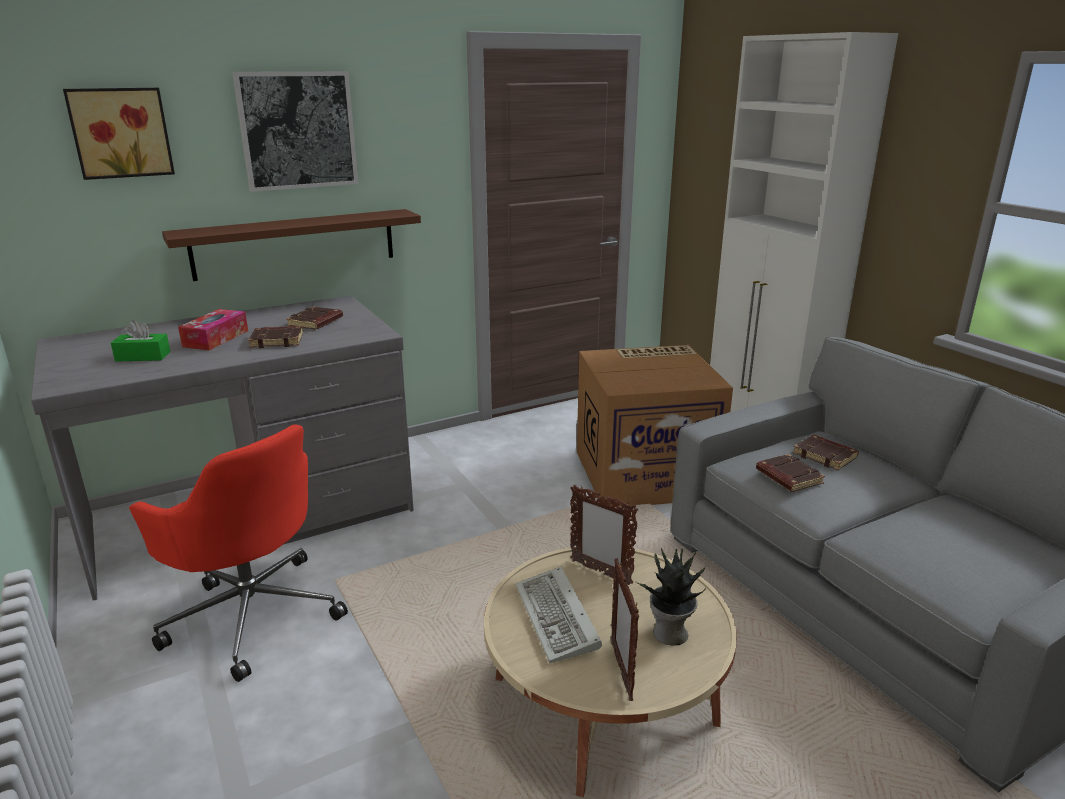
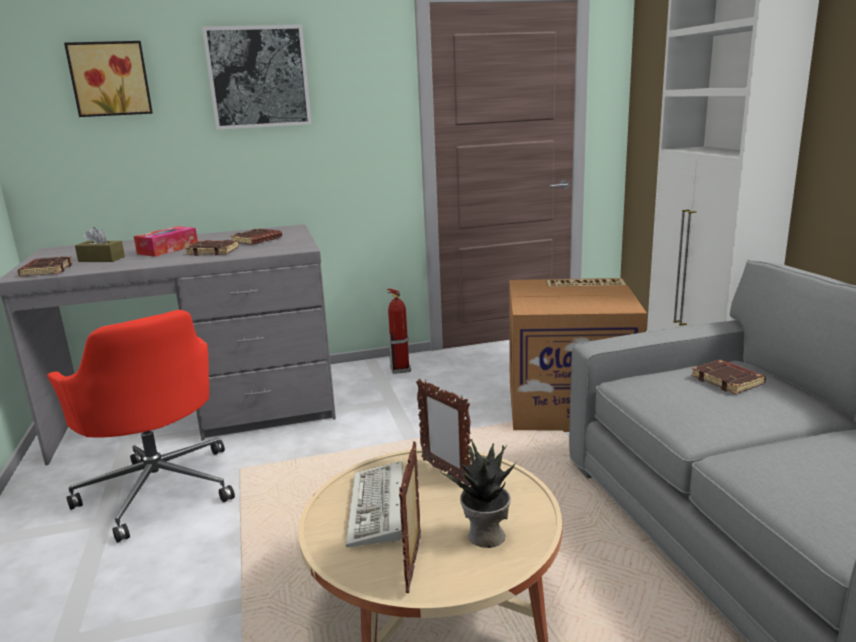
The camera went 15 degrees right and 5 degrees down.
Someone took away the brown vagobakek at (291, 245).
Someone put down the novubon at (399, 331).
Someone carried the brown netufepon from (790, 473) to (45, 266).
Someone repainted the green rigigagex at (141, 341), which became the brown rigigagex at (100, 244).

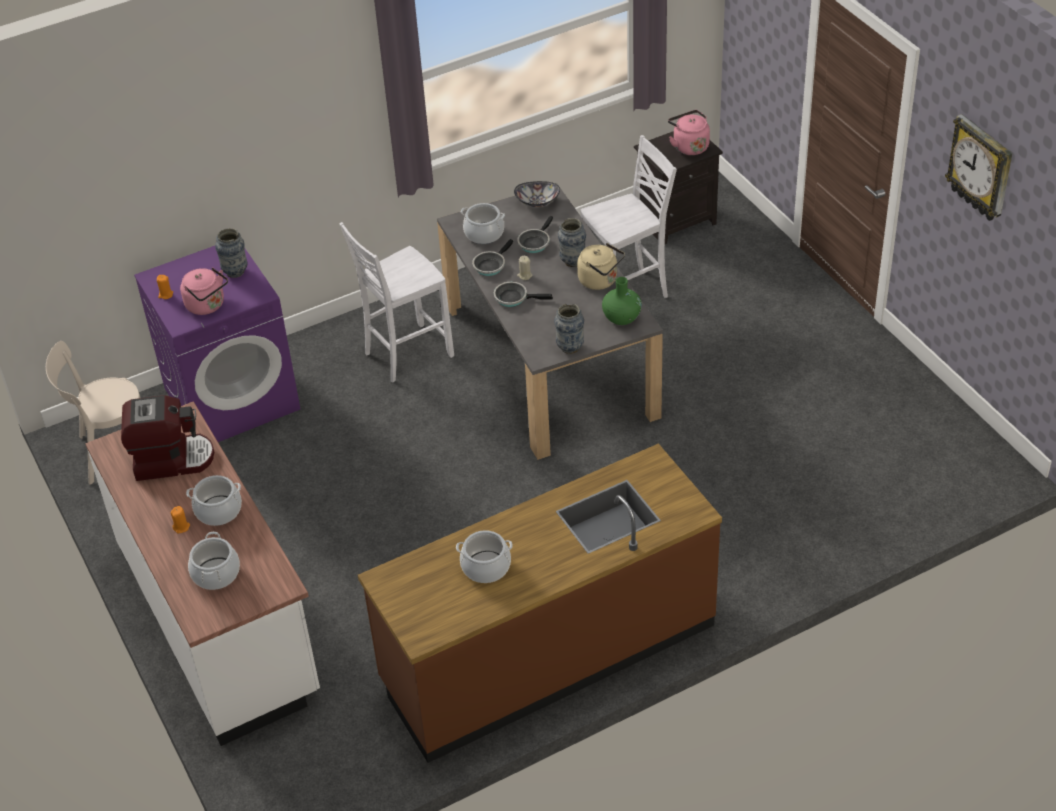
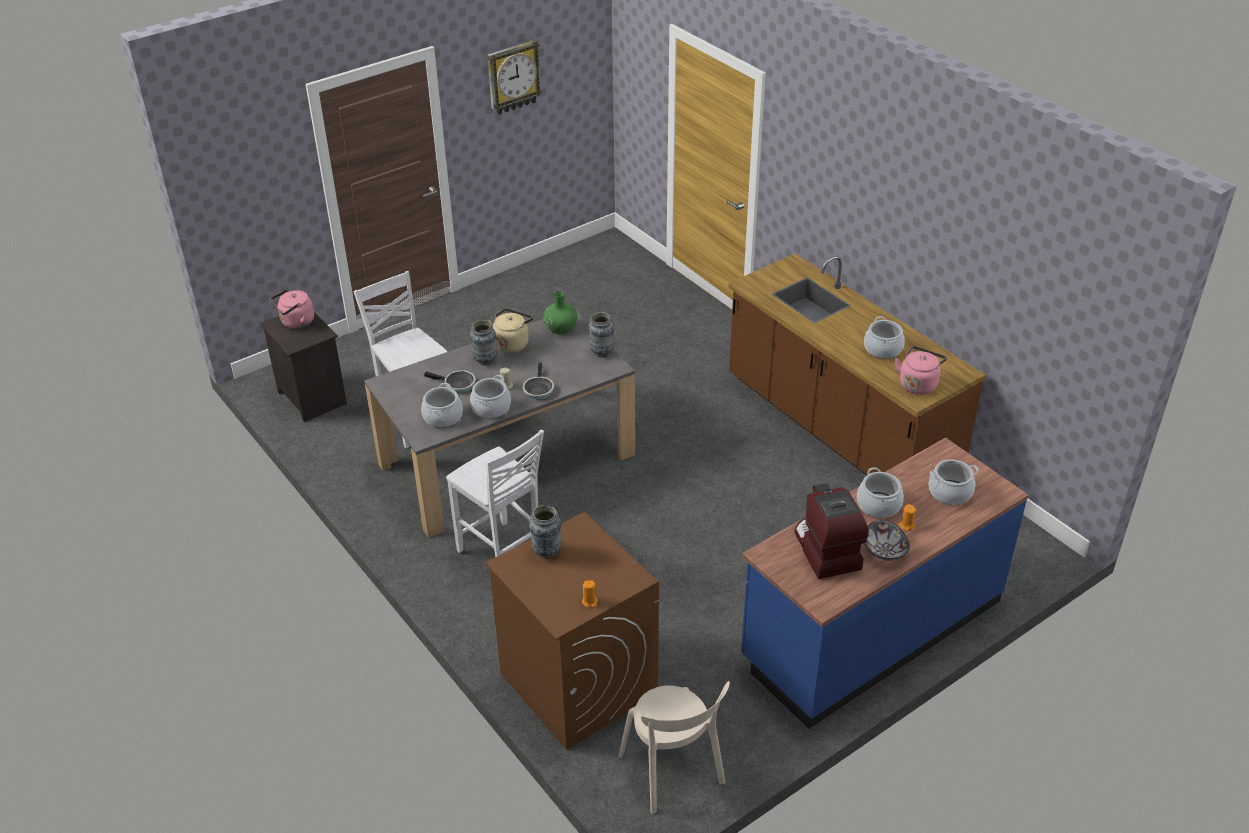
The camera went 100 degrees left and 5 degrees down.
Someone carried the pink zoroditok from (204, 291) to (921, 370).
Someone carried the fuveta from (537, 194) to (887, 540).
Someone swapped the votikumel at (492, 257) for the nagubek at (490, 396).
Someone repainted the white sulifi at (203, 574), which became the blue sulifi at (884, 583).
Someone repainted the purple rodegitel at (217, 344), which became the brown rodegitel at (572, 631).

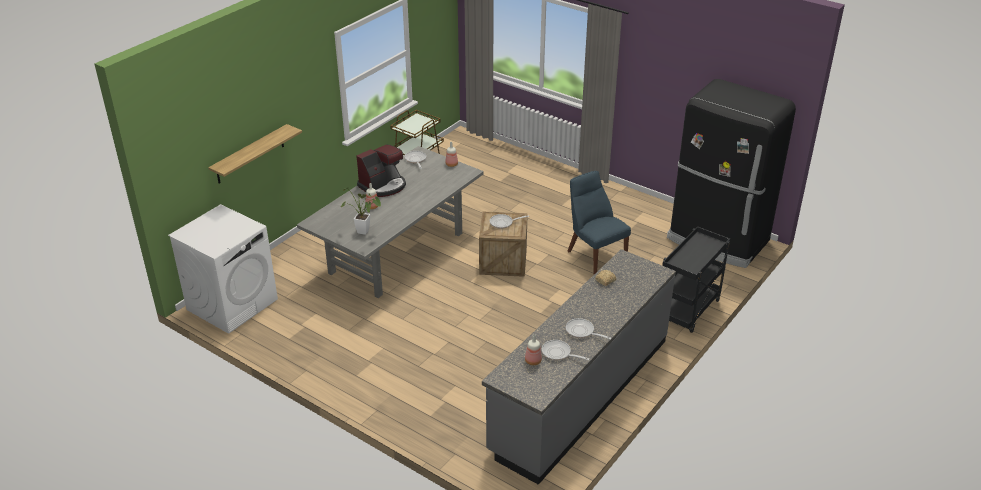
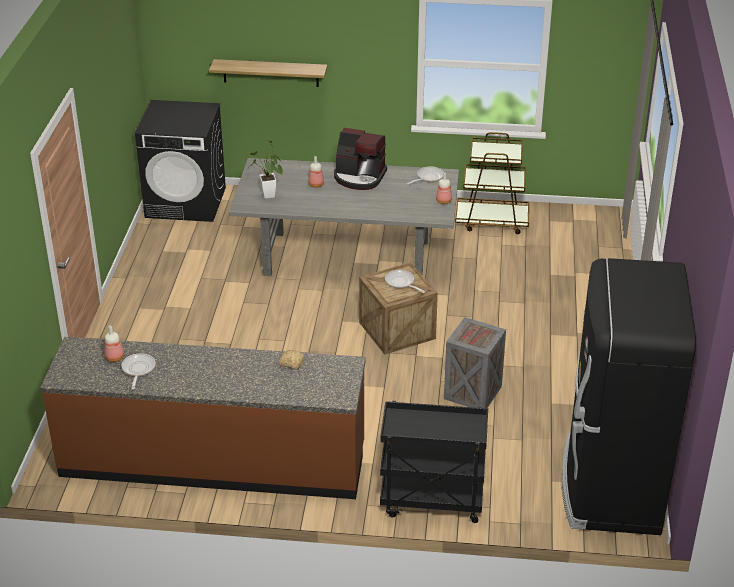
The camera went 60 degrees right and 0 degrees up.
Someone took away the votikumel at (589, 329).
Someone swapped the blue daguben at (599, 222) for the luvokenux at (475, 362).
Someone repainted the white rodegitel at (223, 269), which became the black rodegitel at (180, 161).
Someone repainted the grey sulifi at (579, 367), which became the brown sulifi at (203, 418).

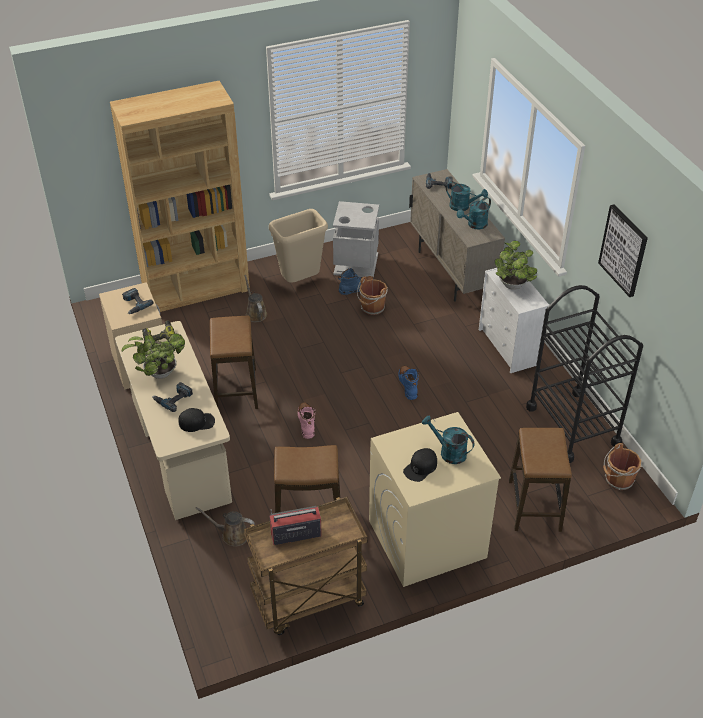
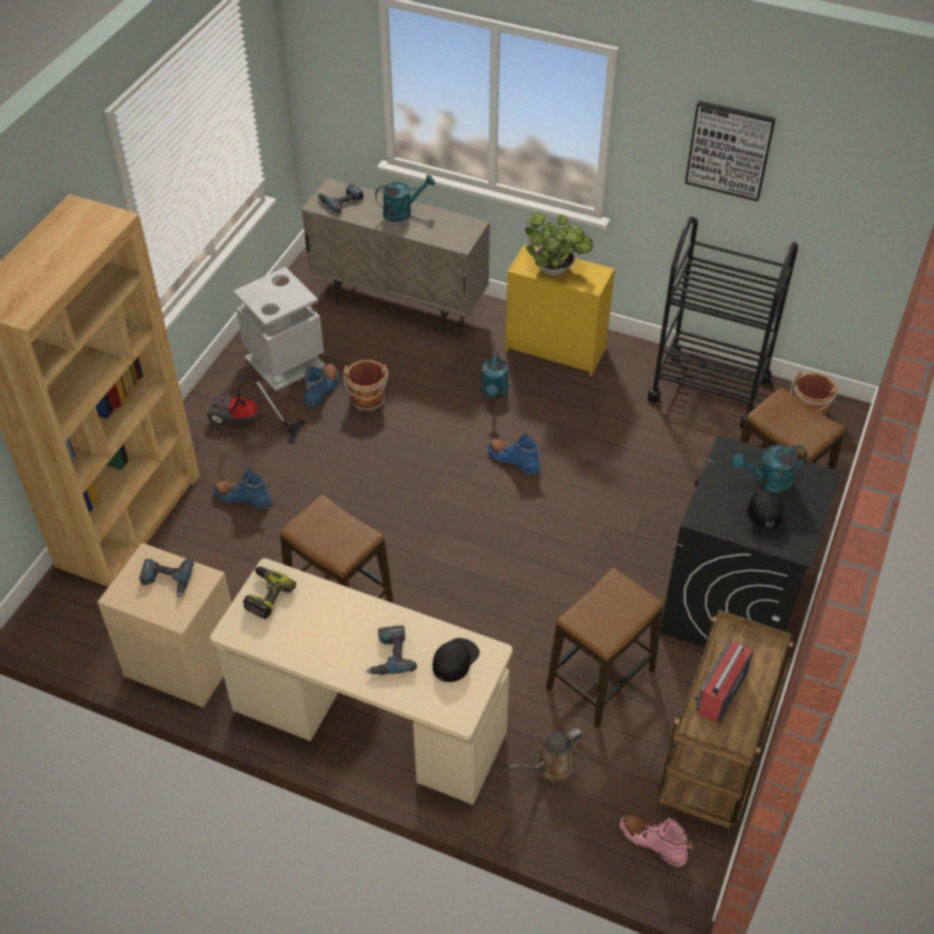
The camera went 45 degrees left and 5 degrees up.
Someone took away the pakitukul at (153, 356).
Someone carried the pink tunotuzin from (306, 420) to (656, 840).
Someone carried the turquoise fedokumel from (474, 213) to (495, 374).
Someone swapped the brown fedokumel at (255, 298) for the blue tunotuzin at (242, 489).
Someone swapped the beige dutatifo at (298, 246) for the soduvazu at (256, 410).
Someone repainted the beige rodegitel at (435, 499), which became the black rodegitel at (751, 541).
Someone repainted the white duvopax at (514, 319), which became the yellow duvopax at (560, 310).

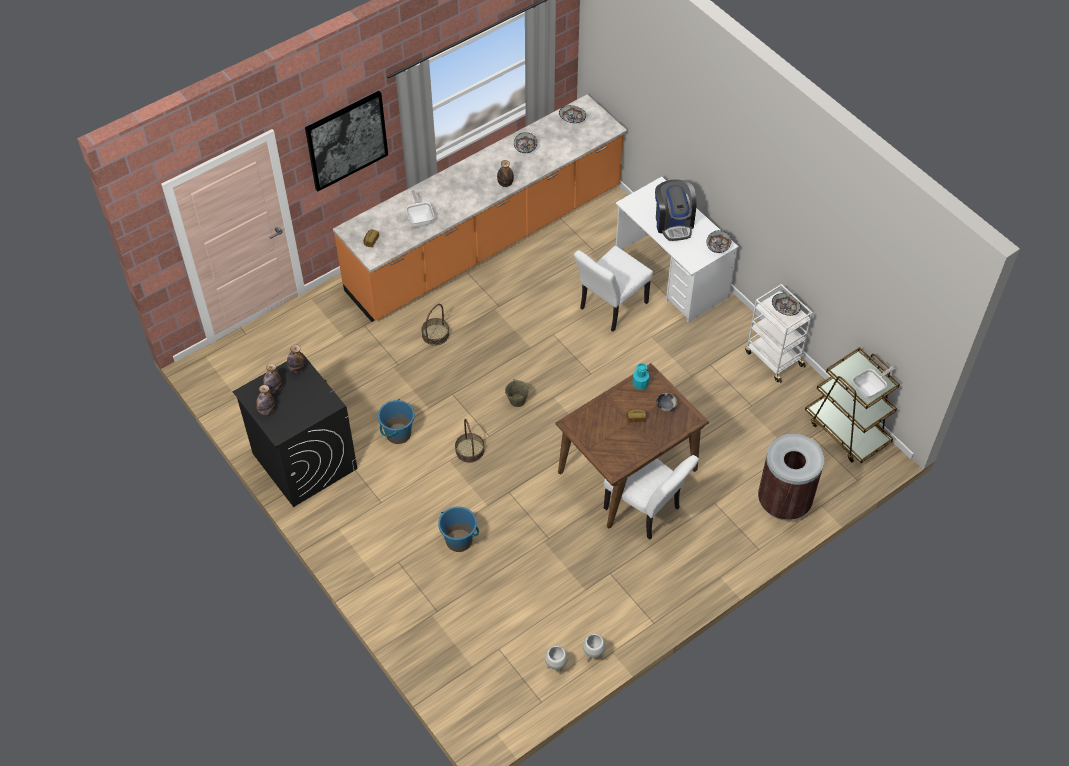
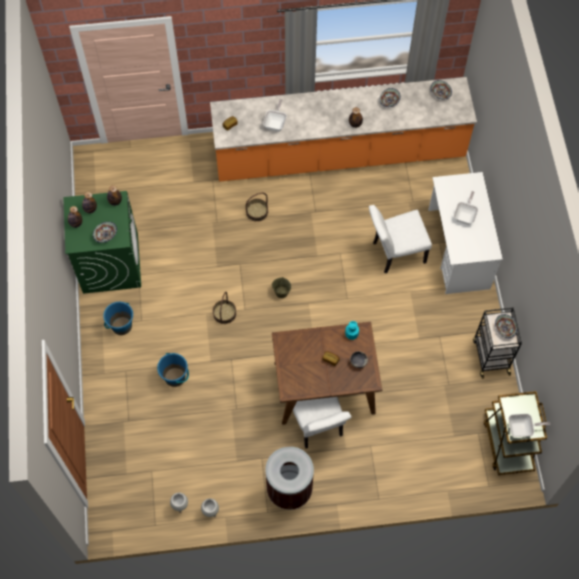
The camera went 30 degrees right and 10 degrees up.
Someone took away the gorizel at (346, 141).
Someone carried the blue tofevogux from (396, 421) to (118, 318).
Someone carried the fuveta from (719, 241) to (105, 232).
Someone carried the brown dutatifo from (791, 477) to (289, 478).
Someone swapped the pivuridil at (676, 210) for the votikumel at (466, 208).
Someone repainted the black rodegitel at (295, 430), which became the green rodegitel at (102, 242).
Someone repainted the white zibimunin at (779, 333), which became the black zibimunin at (497, 343).

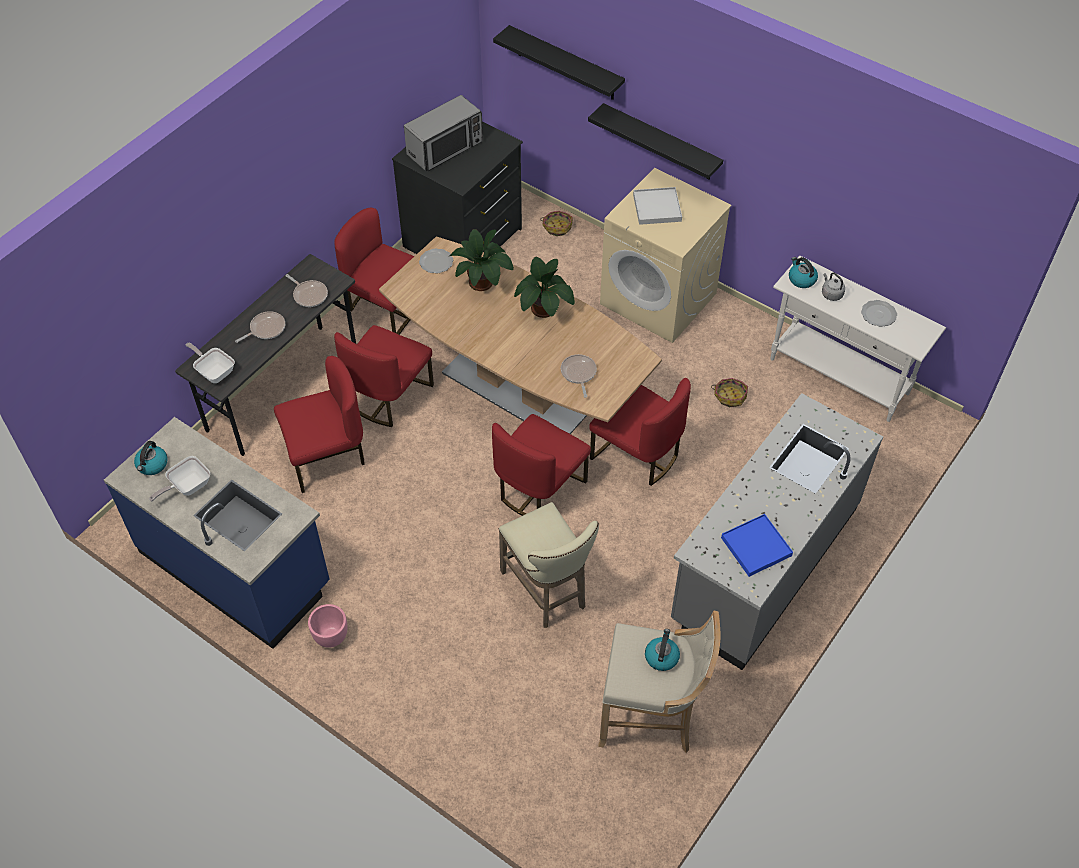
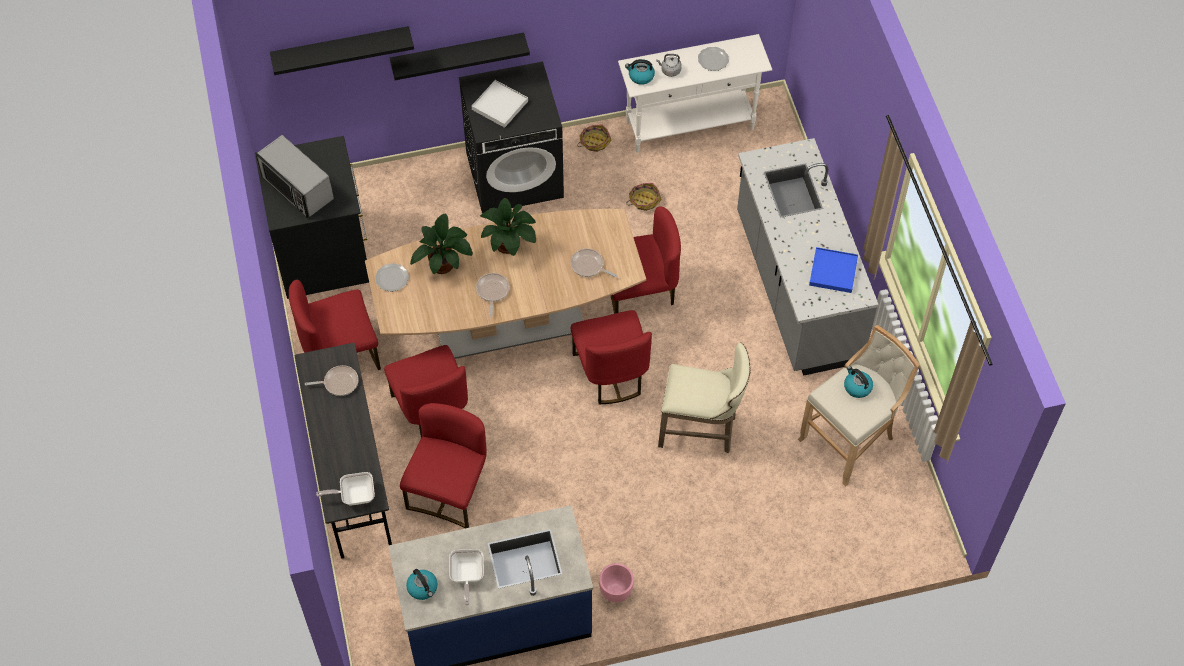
The camera went 50 degrees left and 5 degrees up.
Someone carried the votikumel from (260, 327) to (492, 295).
Someone carried the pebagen from (556, 223) to (594, 138).
Someone repainted the beige rodegitel at (665, 255), which became the black rodegitel at (511, 137).
Someone rotated the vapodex at (443, 133) by 135 degrees clockwise.

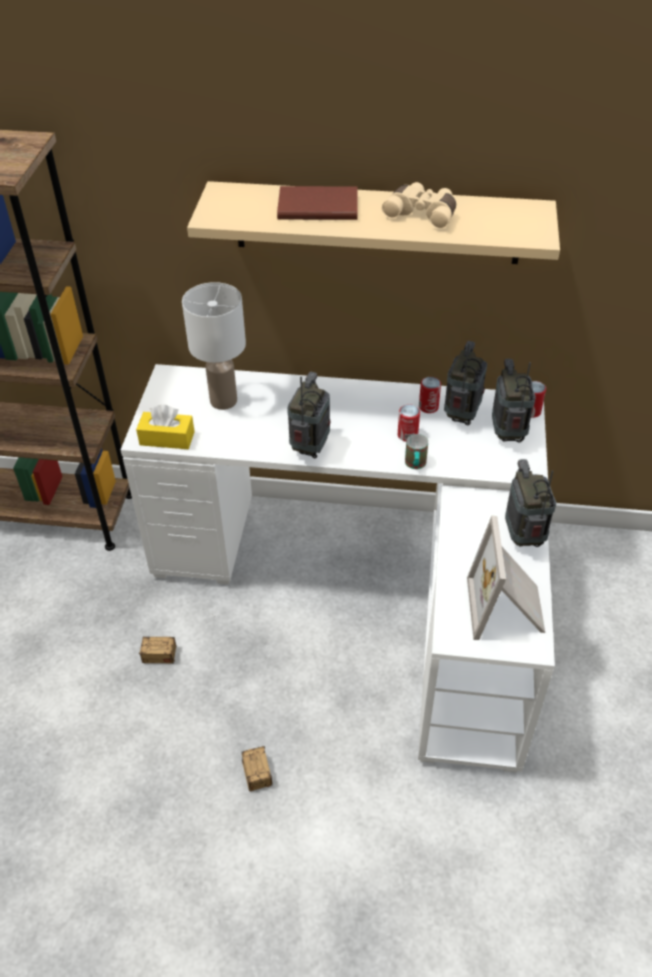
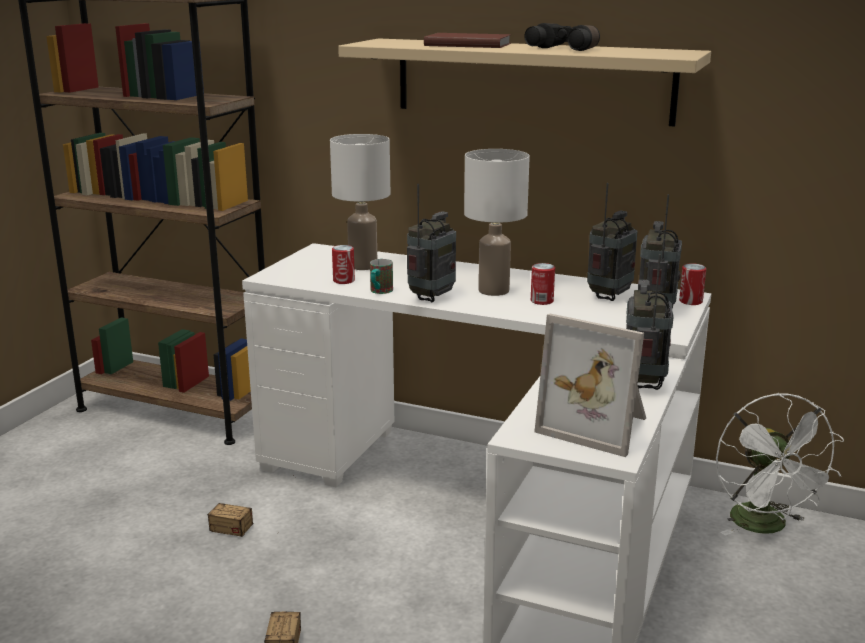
The camera went 15 degrees right and 25 degrees down.
Someone took away the yellow rigigagex at (165, 427).
Someone put down the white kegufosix at (497, 222).
Someone put down the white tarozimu at (780, 464).
Someone carried the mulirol from (416, 451) to (381, 276).
Someone carried the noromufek from (430, 395) to (343, 264).
Someone repainted the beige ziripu at (419, 205), which became the black ziripu at (562, 37).
Someone rotated the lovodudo at (506, 578) by 75 degrees counterclockwise.

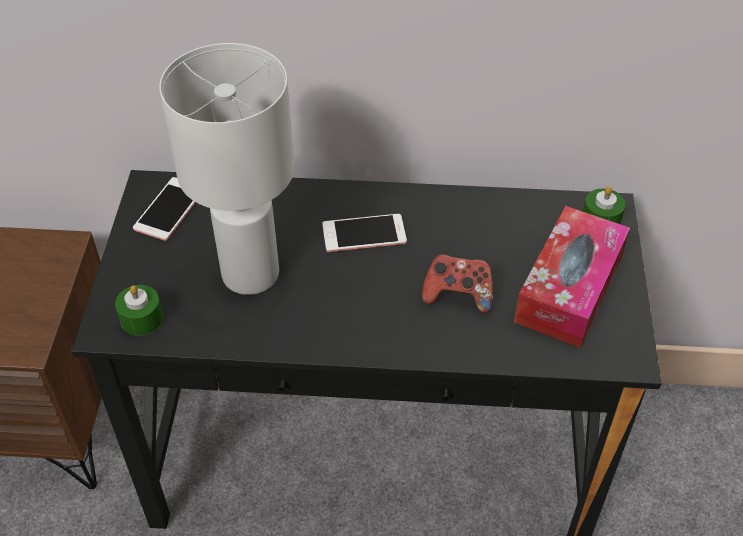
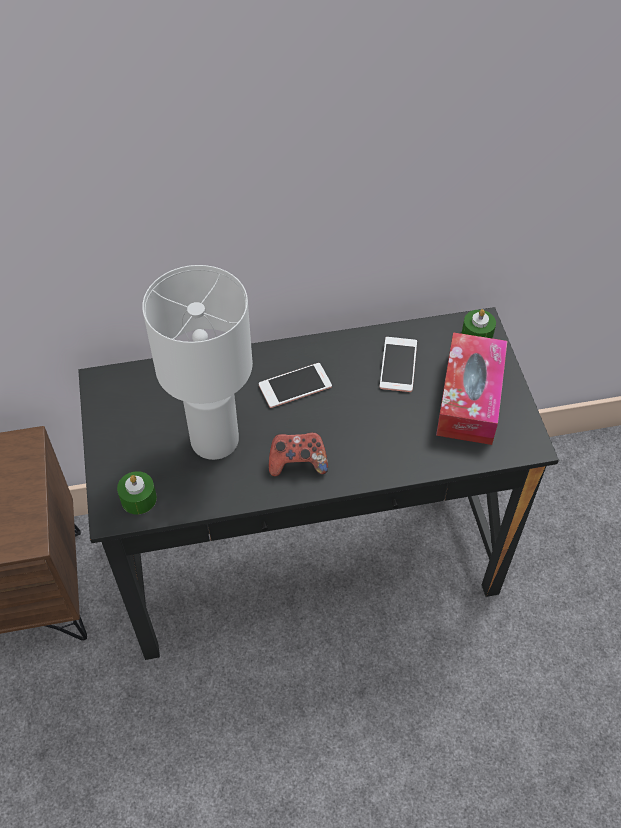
The camera went 15 degrees left and 5 degrees up.
Someone carried the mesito from (164, 209) to (398, 364).
Someone carried the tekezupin from (457, 283) to (298, 454).

